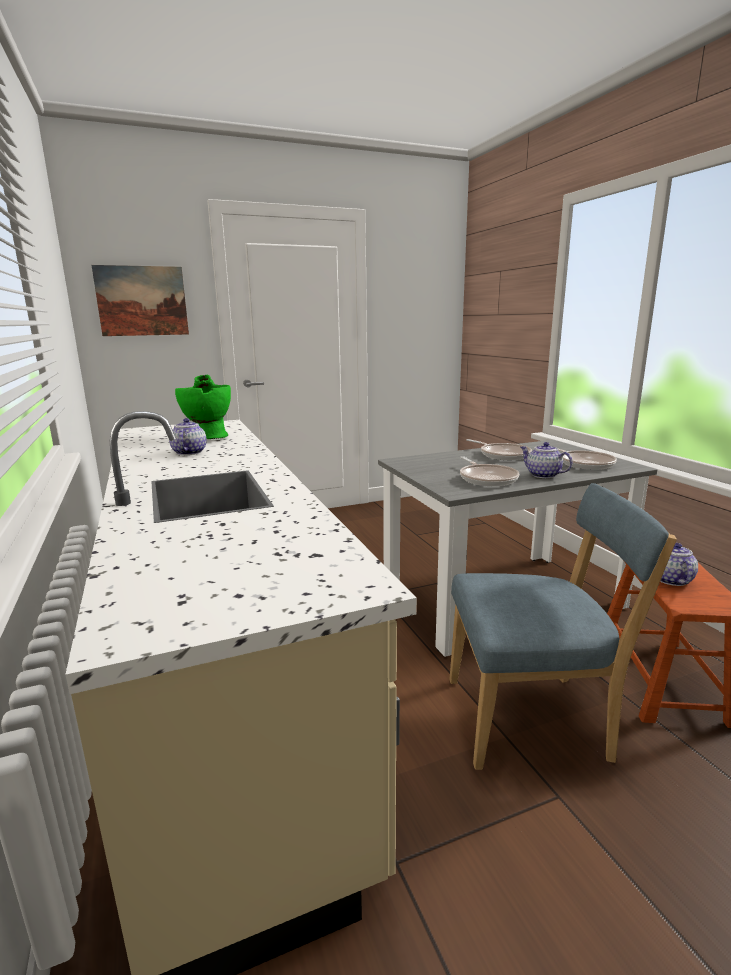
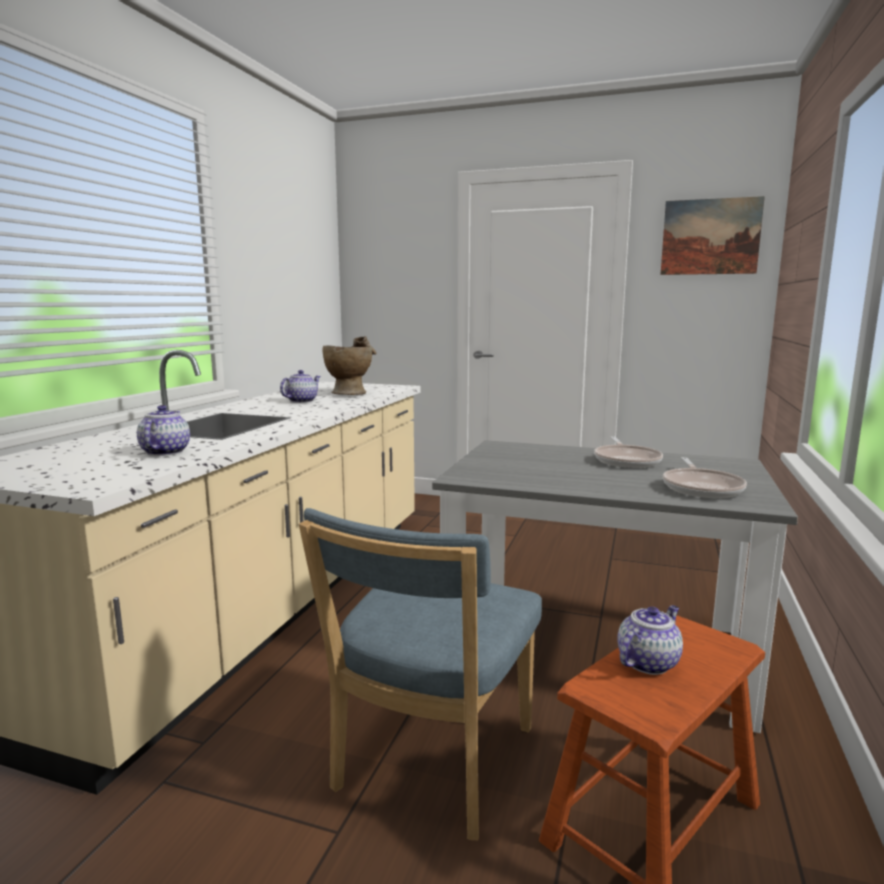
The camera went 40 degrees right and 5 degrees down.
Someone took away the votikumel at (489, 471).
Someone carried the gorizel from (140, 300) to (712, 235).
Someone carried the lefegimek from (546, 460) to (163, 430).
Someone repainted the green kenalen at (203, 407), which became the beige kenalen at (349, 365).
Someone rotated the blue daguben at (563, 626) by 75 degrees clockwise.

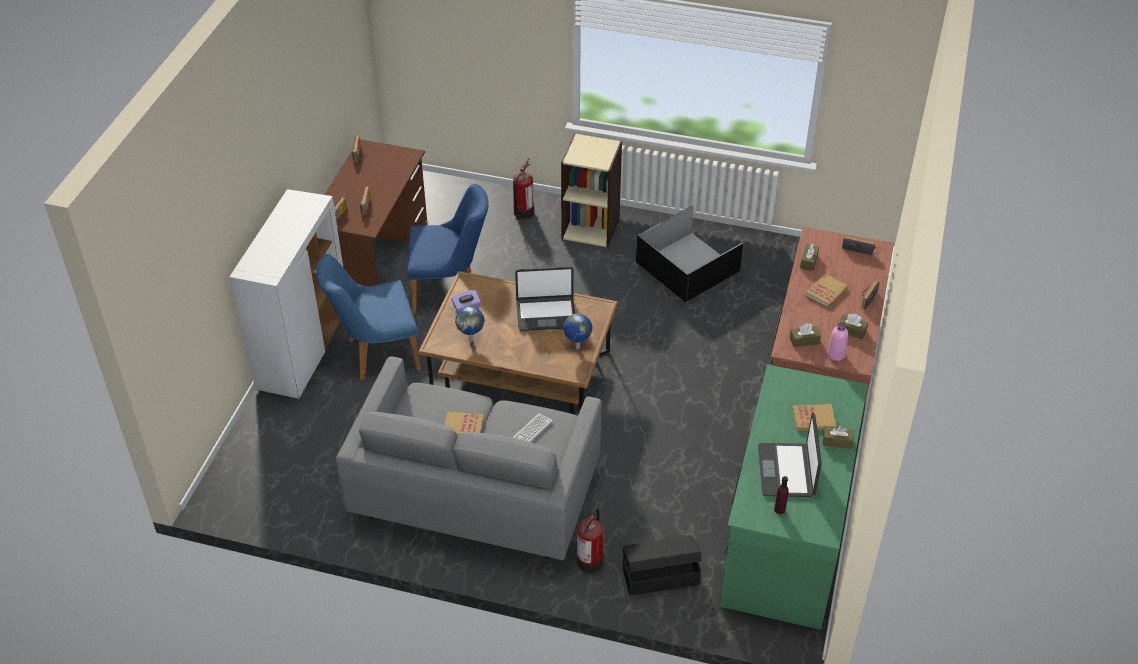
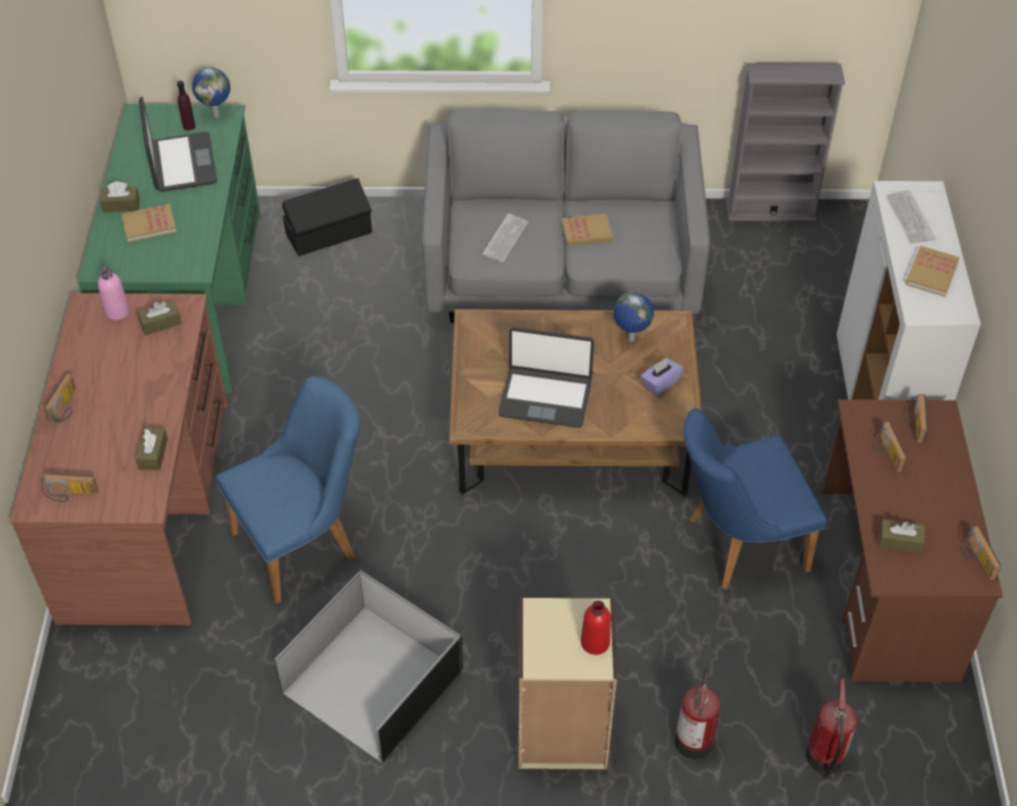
The camera went 165 degrees right and 5 degrees up.
Someone put down the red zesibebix at (596, 627).
Someone put down the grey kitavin at (786, 142).
Someone put down the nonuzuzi at (910, 217).
Someone carried the blue daguben from (368, 317) to (288, 490).
Someone carried the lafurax from (577, 331) to (211, 93).
Someone carried the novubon from (590, 540) to (831, 729).
Someone carried the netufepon from (826, 290) to (932, 271).
Someone carried the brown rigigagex from (853, 326) to (902, 536).
Someone rotated the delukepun at (545, 299) by 150 degrees counterclockwise.

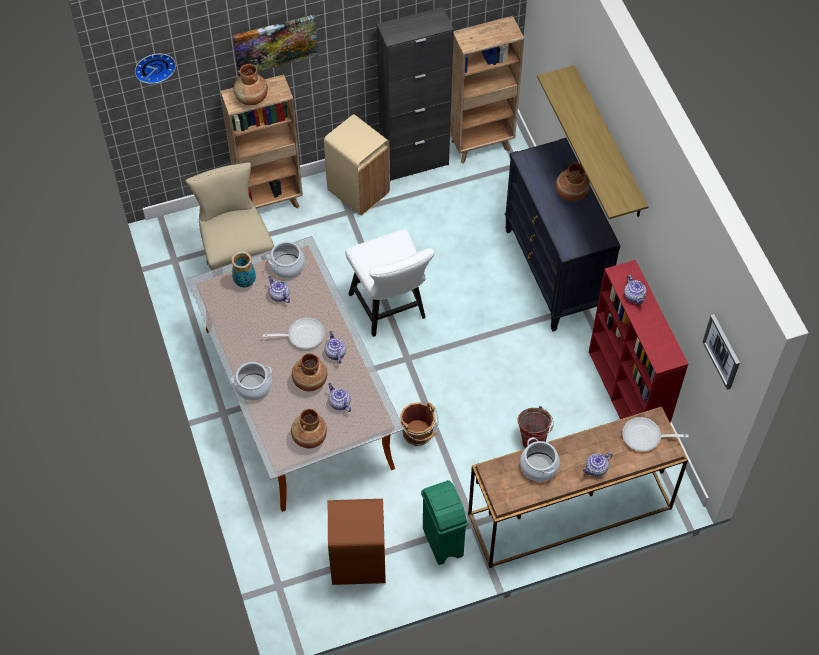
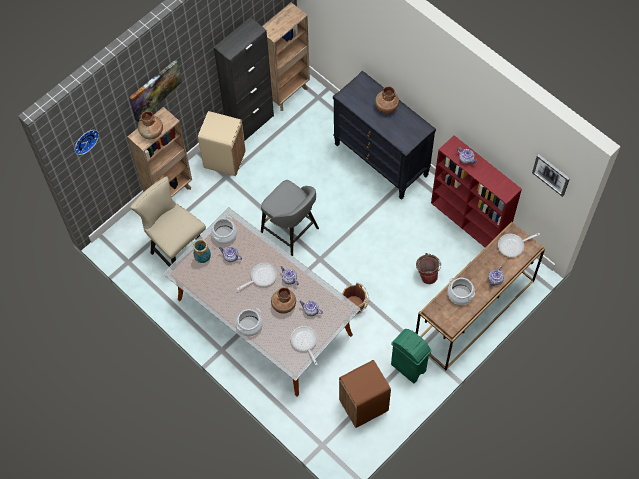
The camera went 25 degrees left and 5 degrees up.
Someone took away the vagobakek at (593, 142).
Someone swapped the brown kenalen at (309, 428) for the votikumel at (304, 345).
Someone swapped the white daguben at (390, 283) for the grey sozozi at (290, 218).

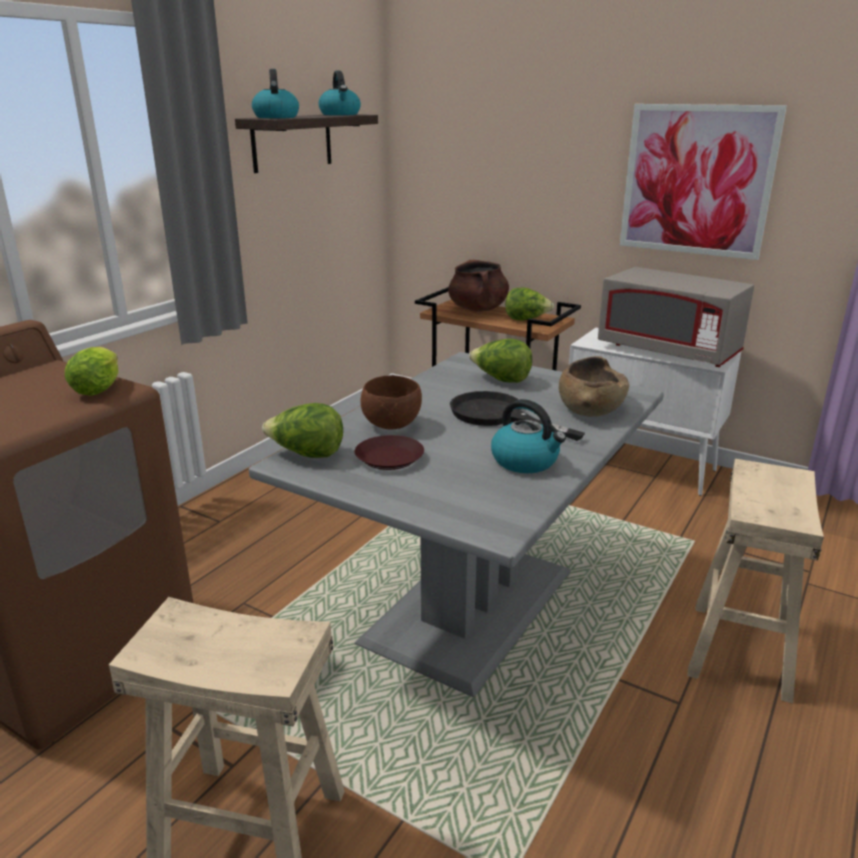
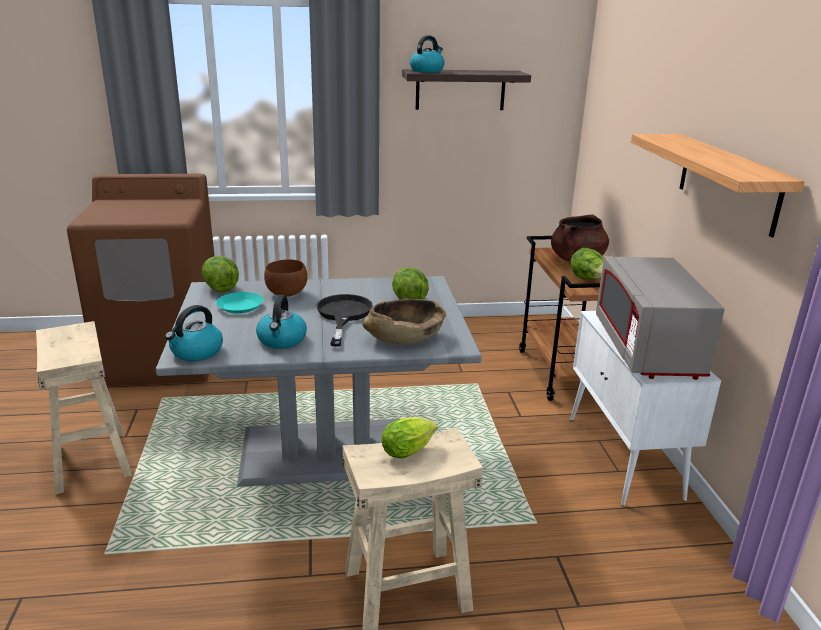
The camera went 50 degrees right and 0 degrees up.
Someone carried the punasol from (91, 371) to (409, 438).
Someone carried the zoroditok from (339, 93) to (194, 333).
Someone swapped the gorizel at (703, 182) for the vagobakek at (717, 185).
Someone repainted the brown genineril at (389, 452), which became the turquoise genineril at (240, 302).

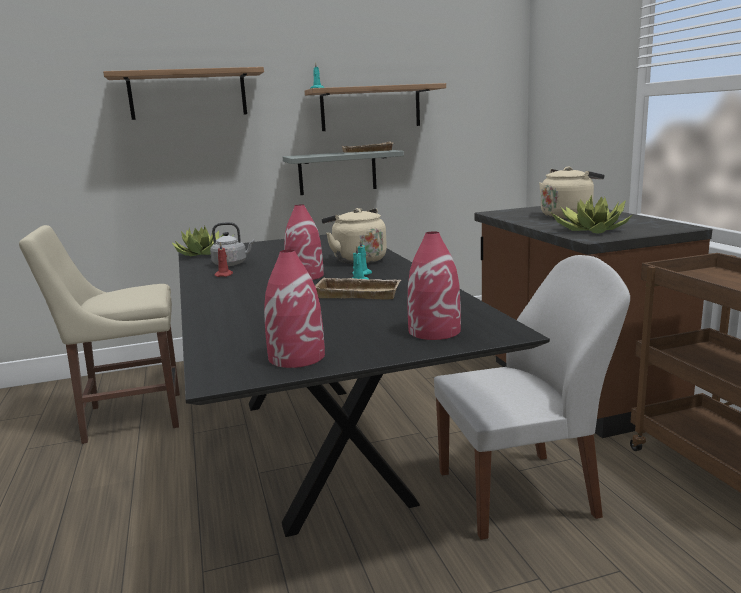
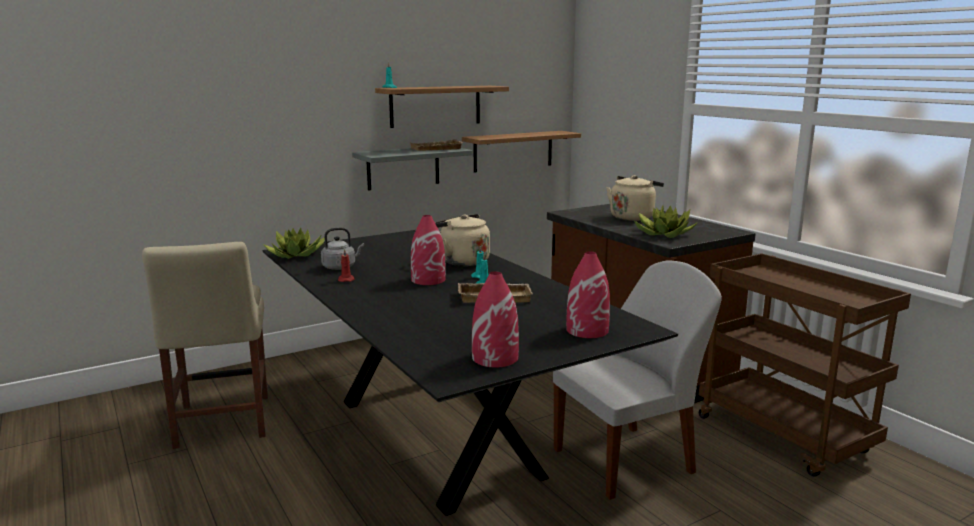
The camera went 15 degrees left and 0 degrees up.
Someone carried the vagobakek from (183, 93) to (521, 152).
Someone rotated the beige daguben at (99, 334) by 75 degrees counterclockwise.

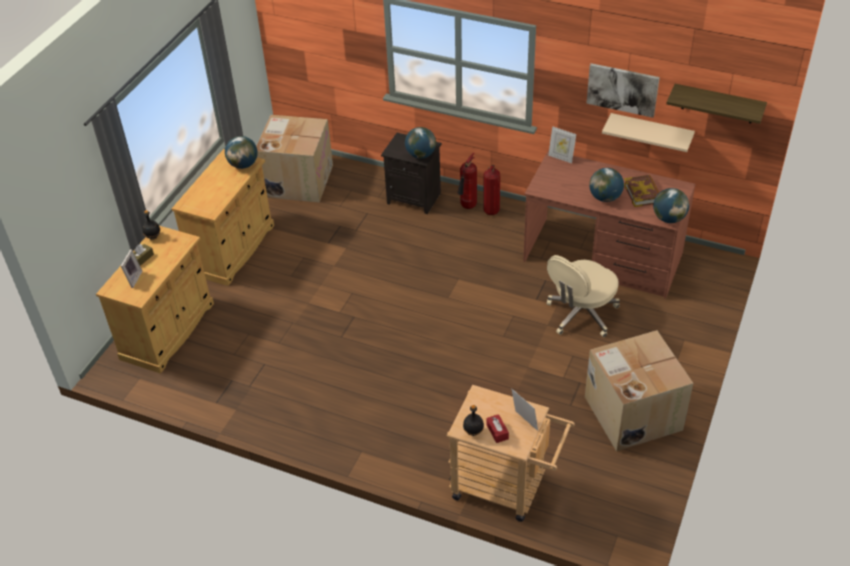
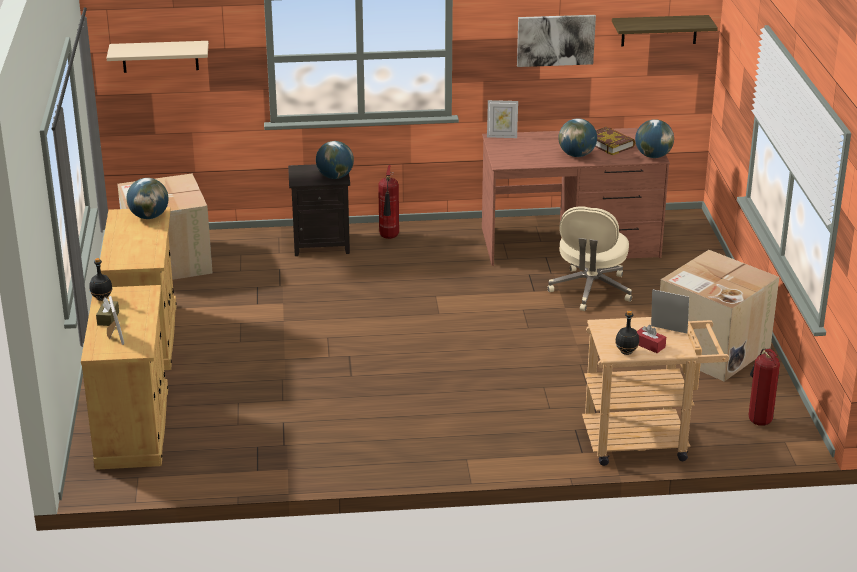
The camera went 30 degrees left and 15 degrees down.
Someone carried the novubon from (491, 190) to (764, 387).
Someone carried the beige vagobakek from (648, 132) to (158, 57).

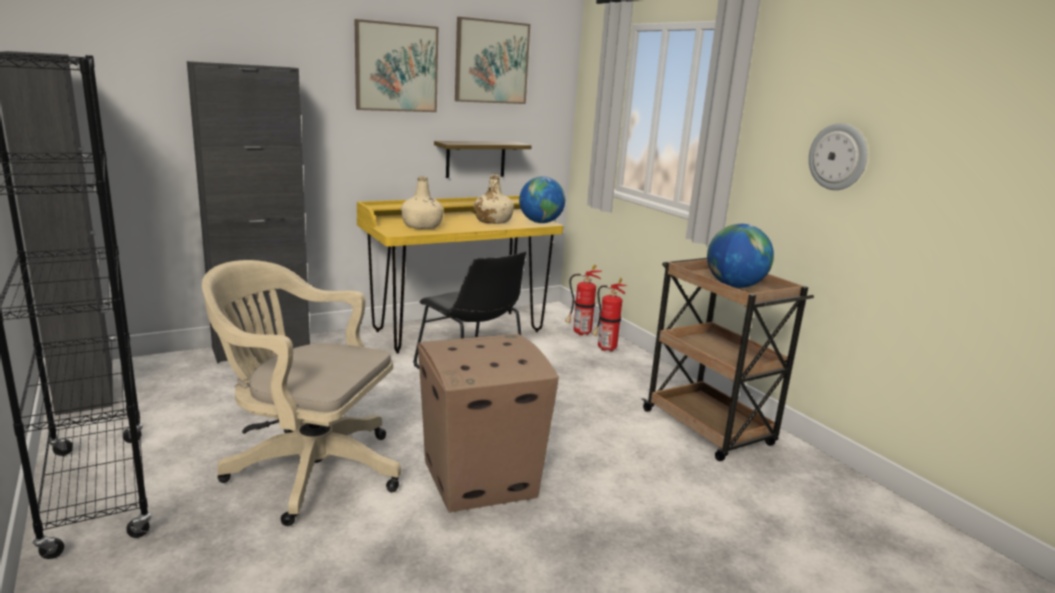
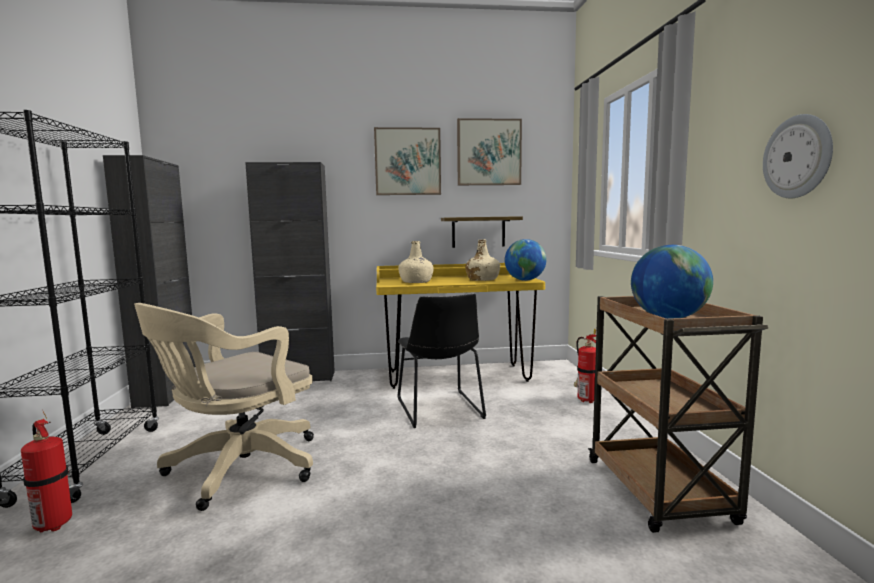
The camera went 25 degrees right and 10 degrees down.
Someone took away the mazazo at (488, 423).
Someone carried the novubon from (583, 300) to (46, 472).
Someone rotated the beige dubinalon at (301, 393) by 90 degrees counterclockwise.

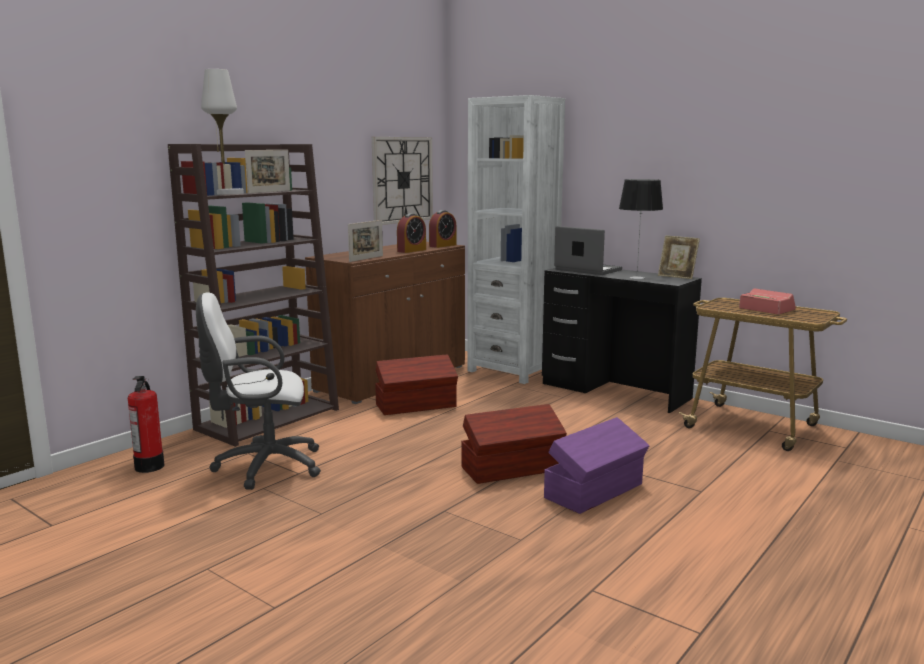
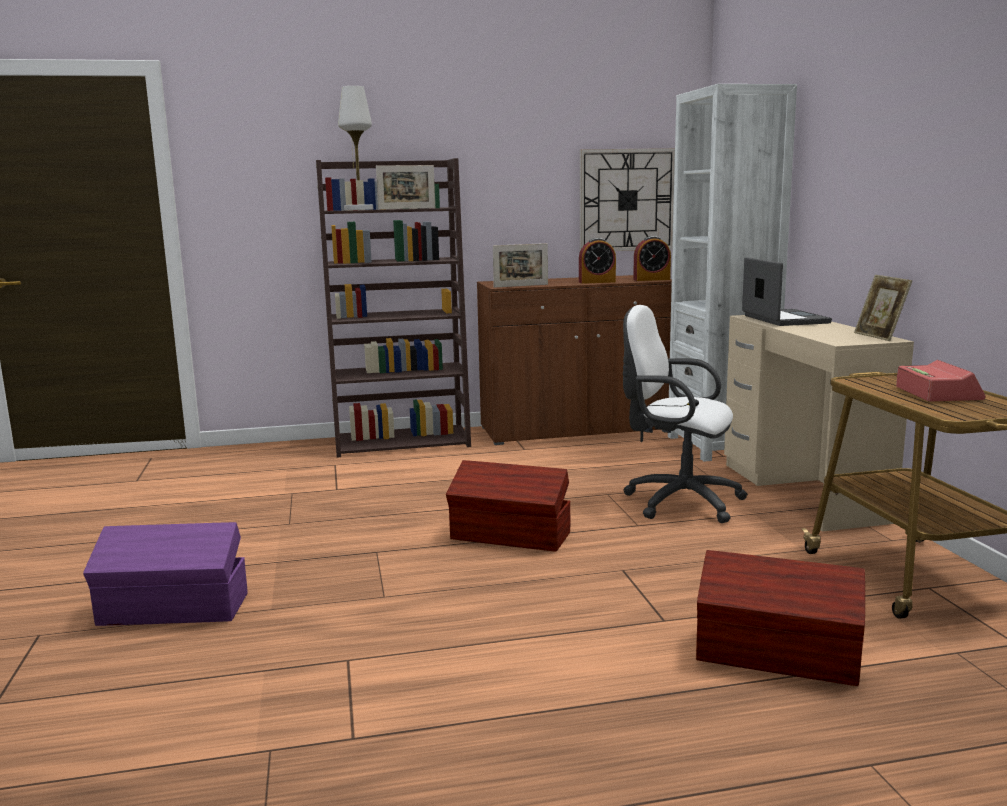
The camera went 40 degrees right and 0 degrees up.
Someone took away the novubon at (146, 424).
Someone took away the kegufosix at (641, 229).
Someone carried the white dubinalon from (258, 391) to (685, 414).
Someone carried the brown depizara from (416, 384) to (780, 618).
Someone carried the purple depizara from (597, 465) to (165, 574).
Someone repainted the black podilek at (622, 340), which became the beige podilek at (819, 423).

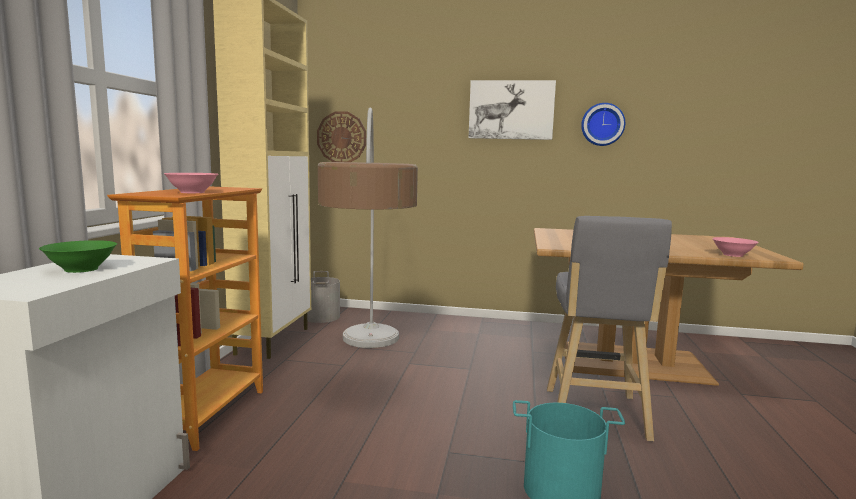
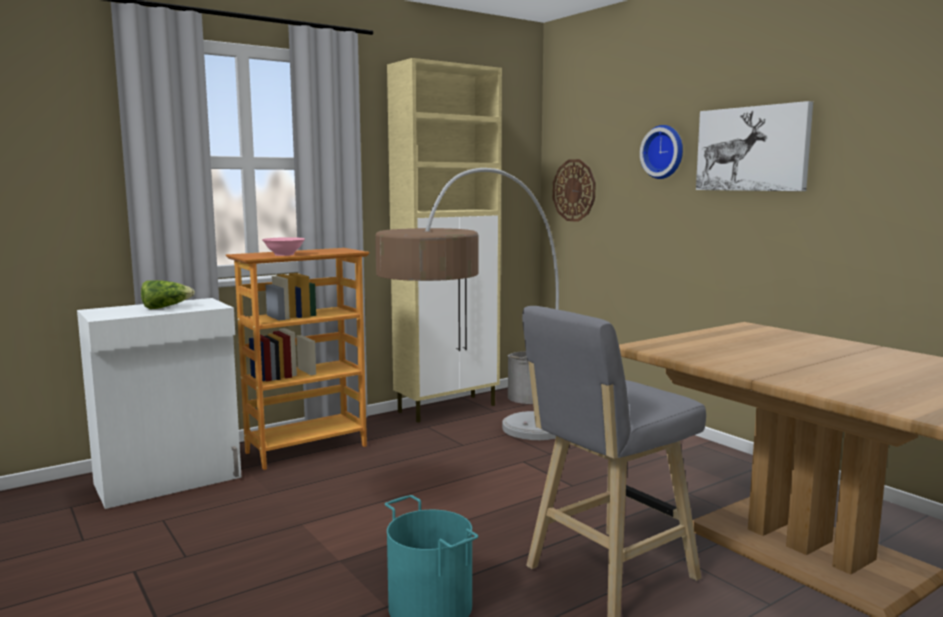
The camera went 45 degrees right and 0 degrees up.
Someone took away the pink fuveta at (735, 247).
Someone carried the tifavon from (603, 124) to (661, 152).
Someone swapped the green fuveta at (78, 256) for the punasol at (168, 294).

